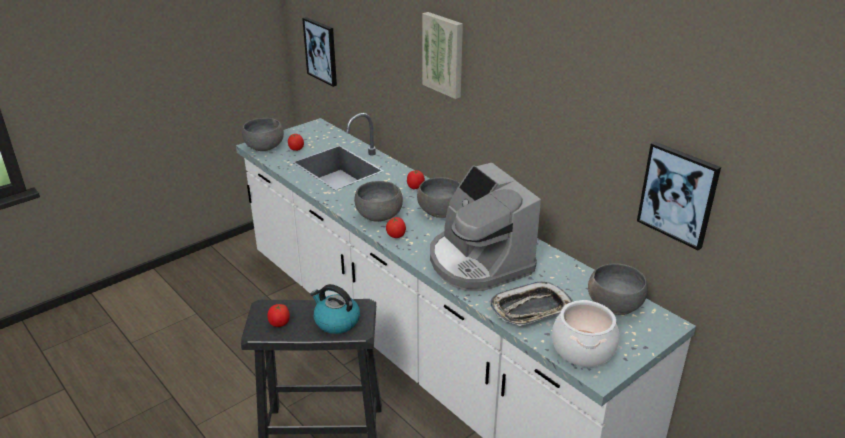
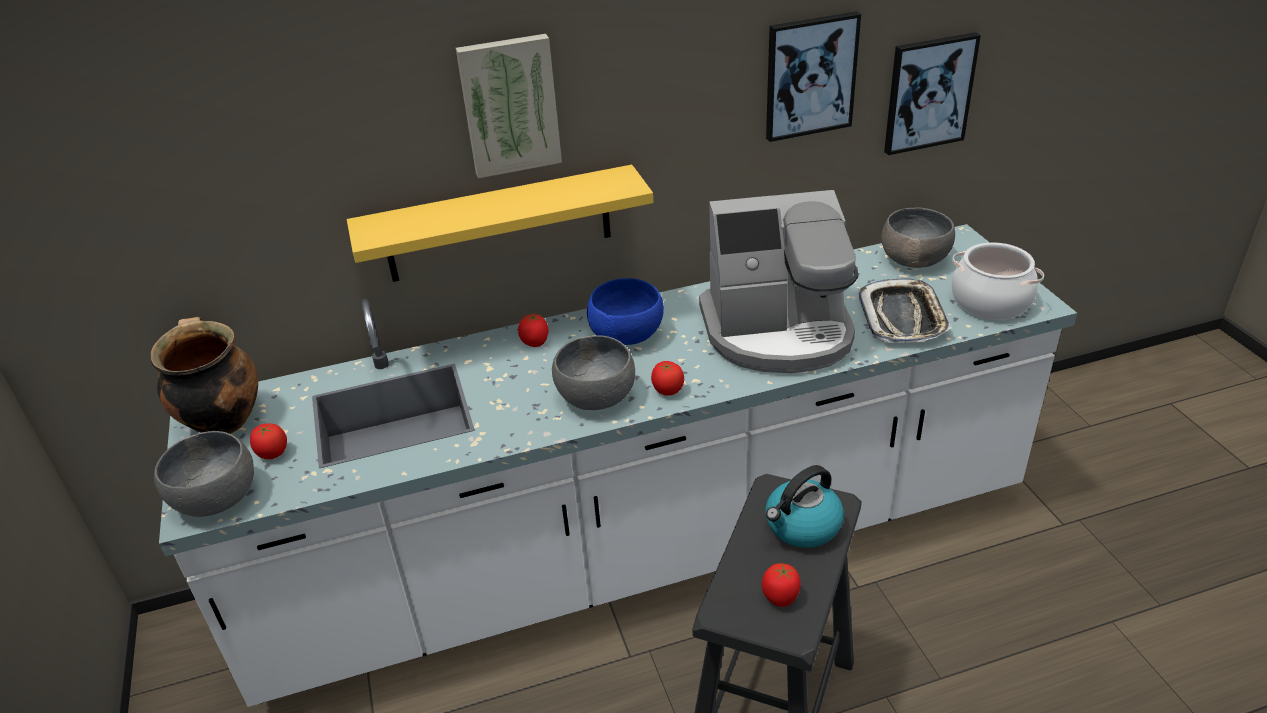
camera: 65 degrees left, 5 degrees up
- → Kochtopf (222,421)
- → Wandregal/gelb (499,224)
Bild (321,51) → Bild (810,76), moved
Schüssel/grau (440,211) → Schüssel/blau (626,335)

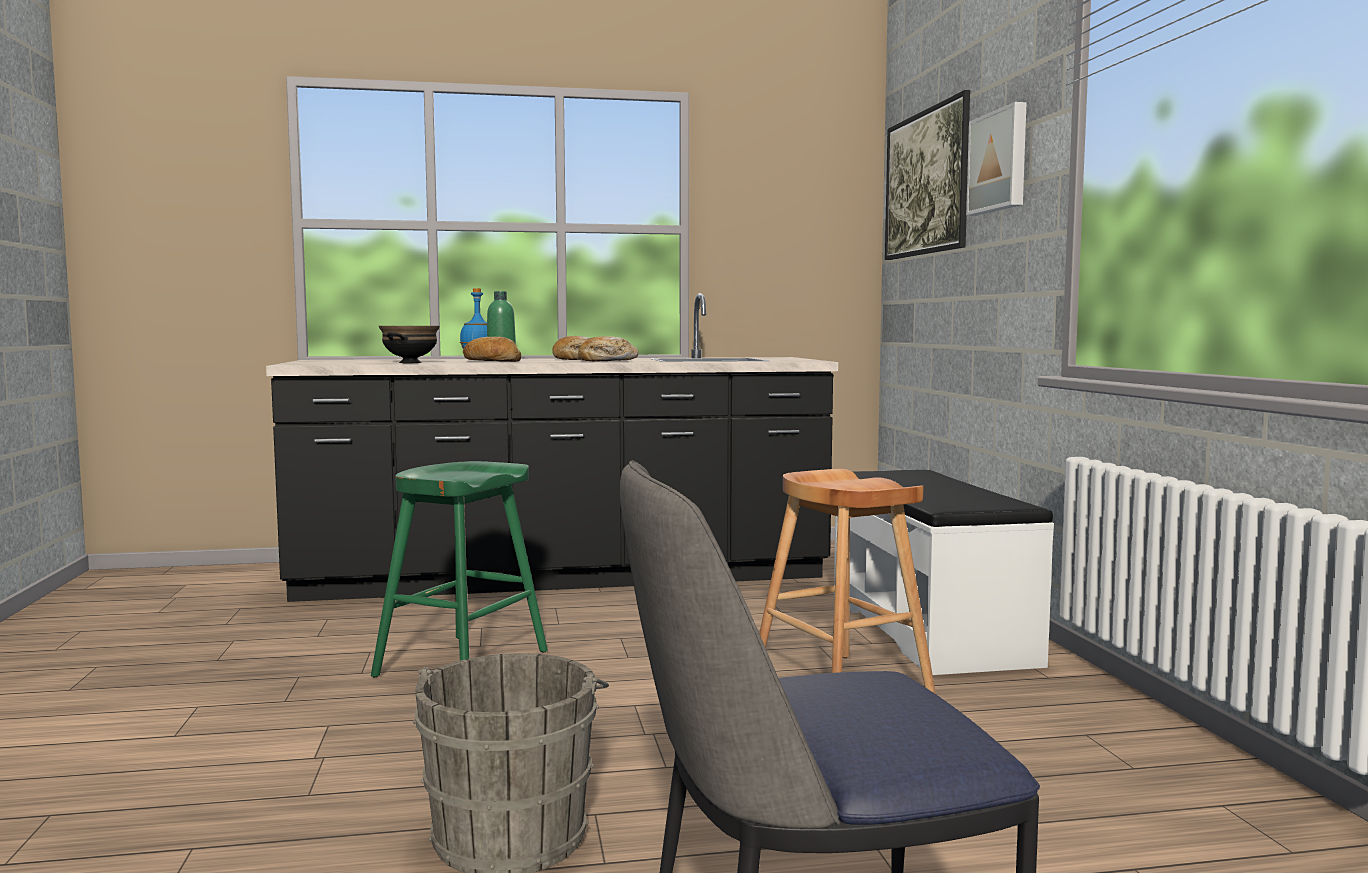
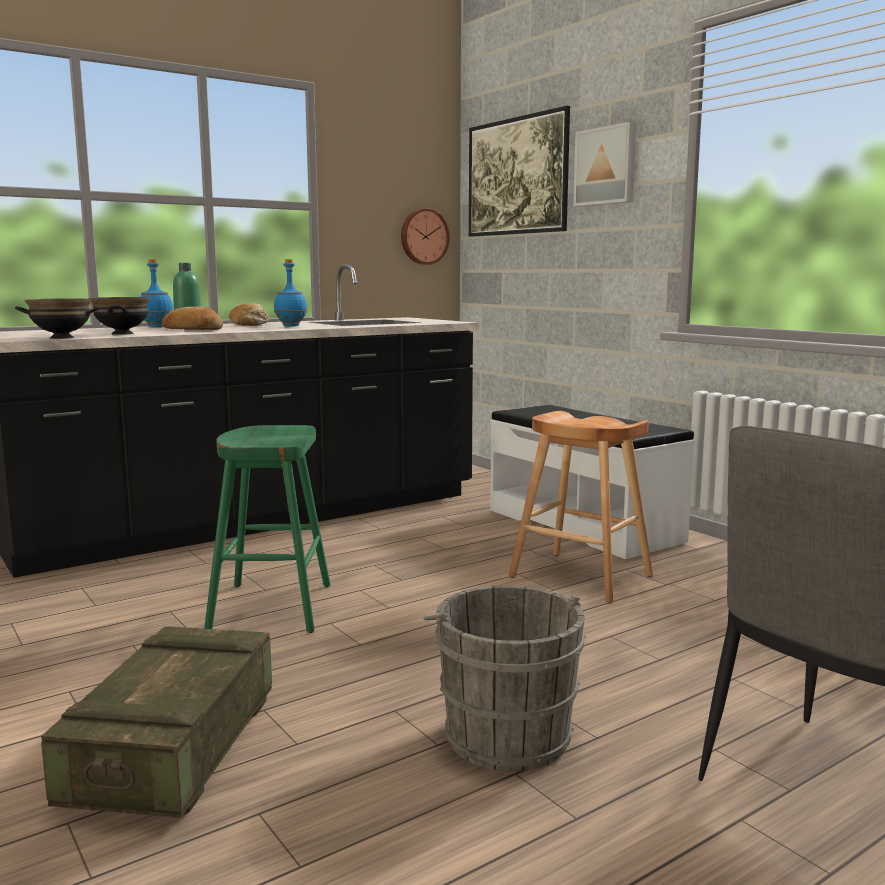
camera: 25 degrees left, 5 degrees up
- → Schüssel/schwarz (61,338)
- → Kiste (174,750)
- → Wanduhr (423,236)
Brot (607,360) → Flasche/blau (291,326)

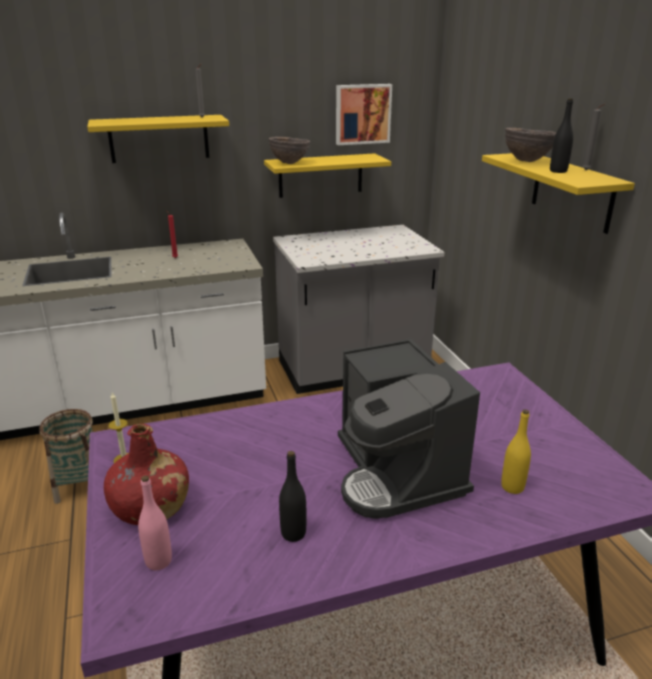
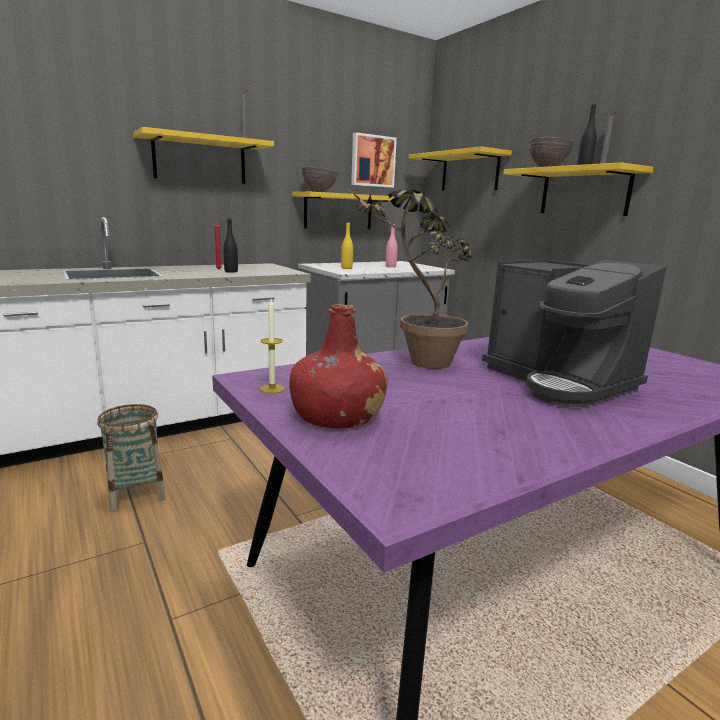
camera: 15 degrees left, 10 degrees down
- → Topfpflanze (416,363)
- → Wandregal/gelb (469,172)
Flasche/rosa (158,561) → Flasche/rosa (390,266), moved
Flasche/schwarz (293,533) → Flasche/schwarz (231,271), moved
Flasche/gelb (512,487) → Flasche/gelb (346,268), moved

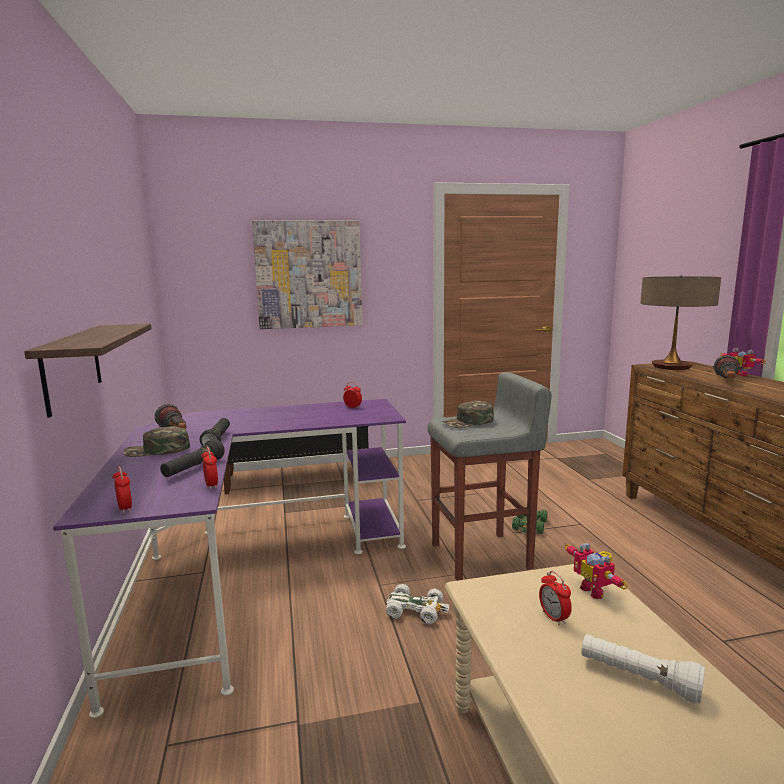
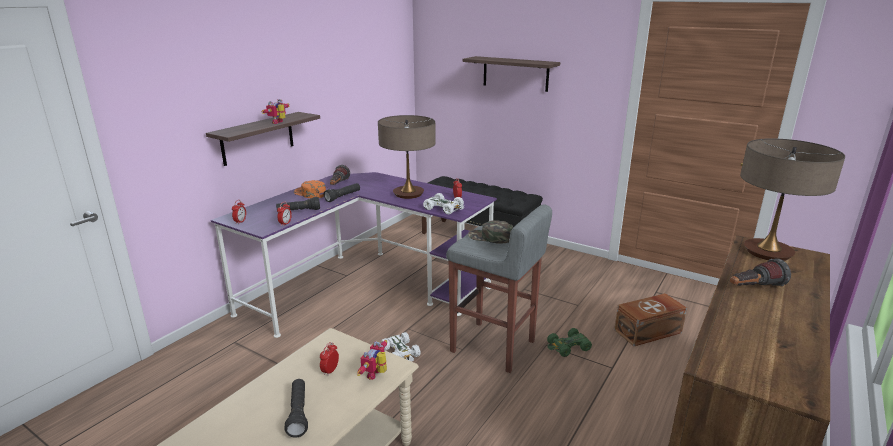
camera: 45 degrees right, 10 degrees up
- → Tischlampe (408,194)
- → Spielzeugauto/weiß (444,208)
- → Aufbewahrungsbox/braun (649,331)
Spielzeugroboter (741,374) → Spielzeugroboter (279,122), moved
Bild (309,274) → Wandregal (515,73)
Kappe/grün (157,450) → Kappe/orange (310,193)
Taschenlampe/weiß (638,679) → Taschenlampe/schwarz (298,413)

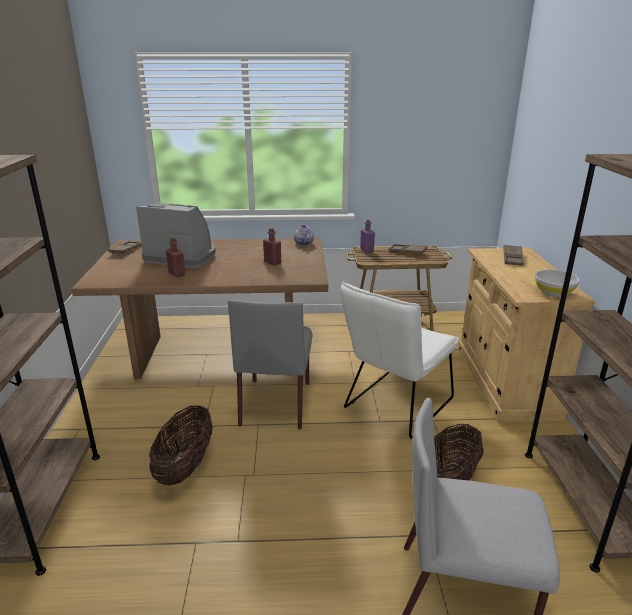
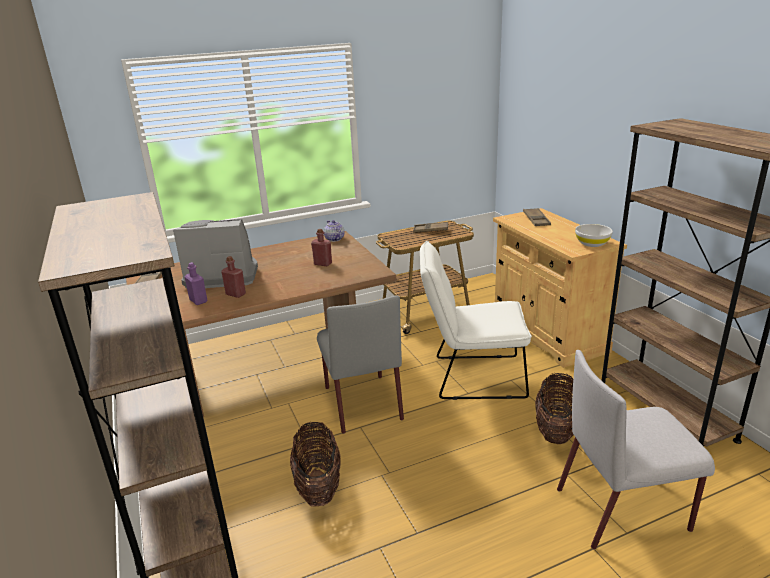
camera: 20 degrees left, 0 degrees up
Flasche/lila (366,250) → Flasche/lila (198,301), moved
Stuhl/weiß (394,406) → Stuhl/weiß (471,377), 75 degrees clockwise

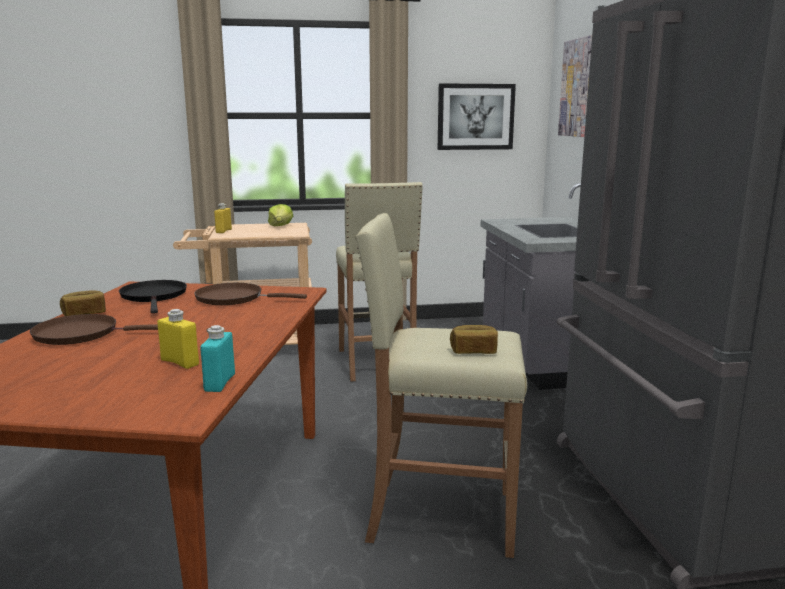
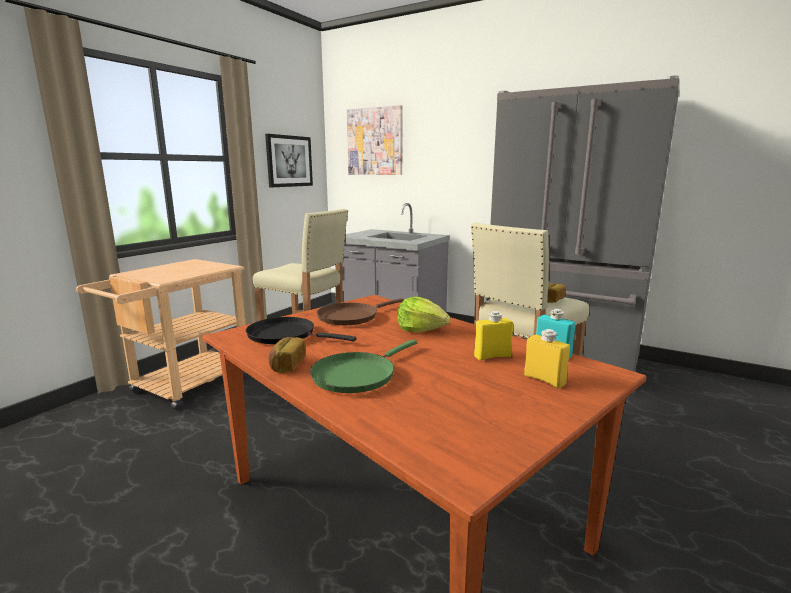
camera: 50 degrees left, 0 degrees up
Flasche/gelb (223,231) → Flasche/gelb (544,380), moved
Salatkopf (280,226) → Salatkopf (421,329), moved
Pfanne/braun (82,334) → Pfanne/grün (357,375)

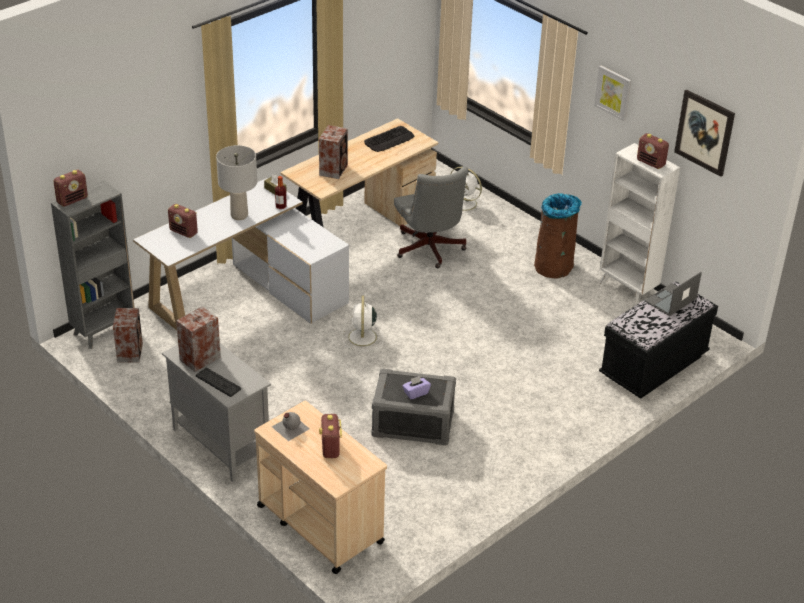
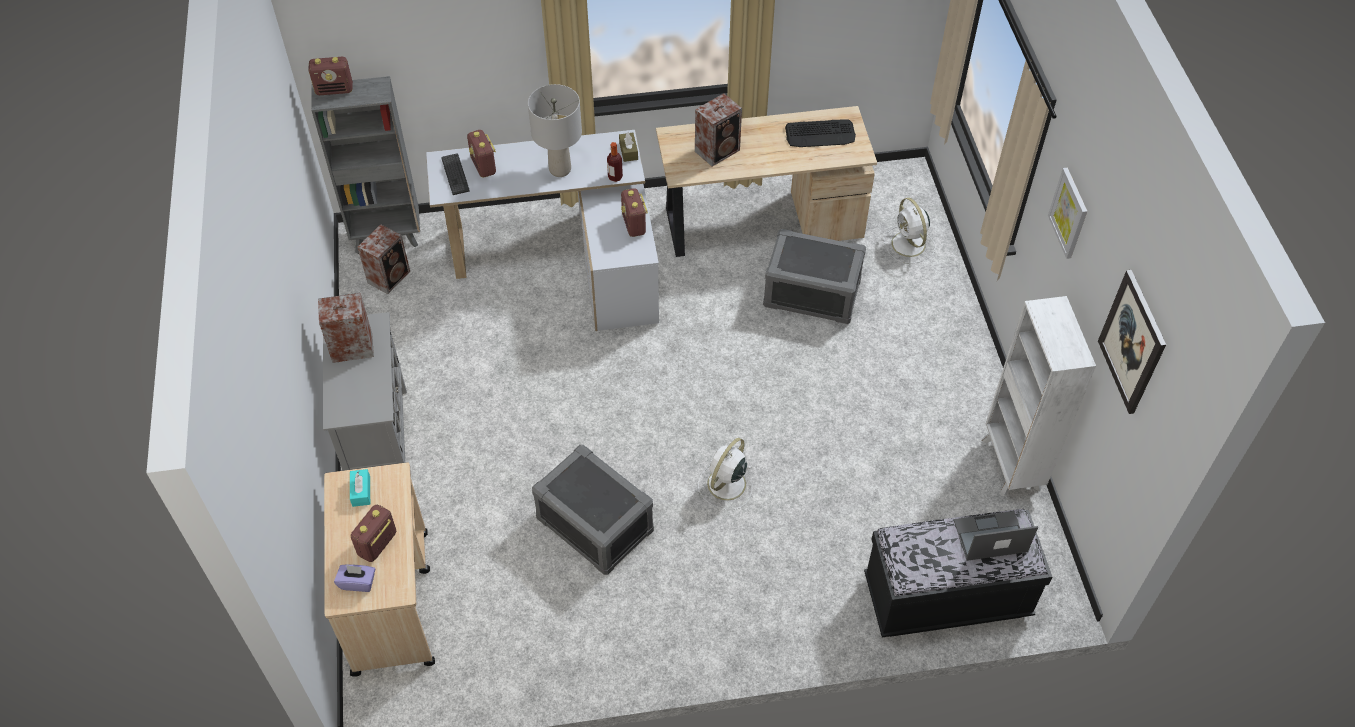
camera: 35 degrees right, 15 degrees up
Mülleimer/braun (554,266) → -
Tastatur (218,382) → Tastatur (455,174), moved
Ventilator/weiß (362,338) → Ventilator/weiß (725,485), moved
Taschentuchbox/lila (416,393) → Taschentuchbox/lila (358,582), moved
Radio (651,163) → Radio (634,225), moved
Flasche/grau (289,427) → Taschentuchbox/türkis (361,491)
Bürostuhl/grau (430,250) → Aufbewahrungsbox/grau (811,293)

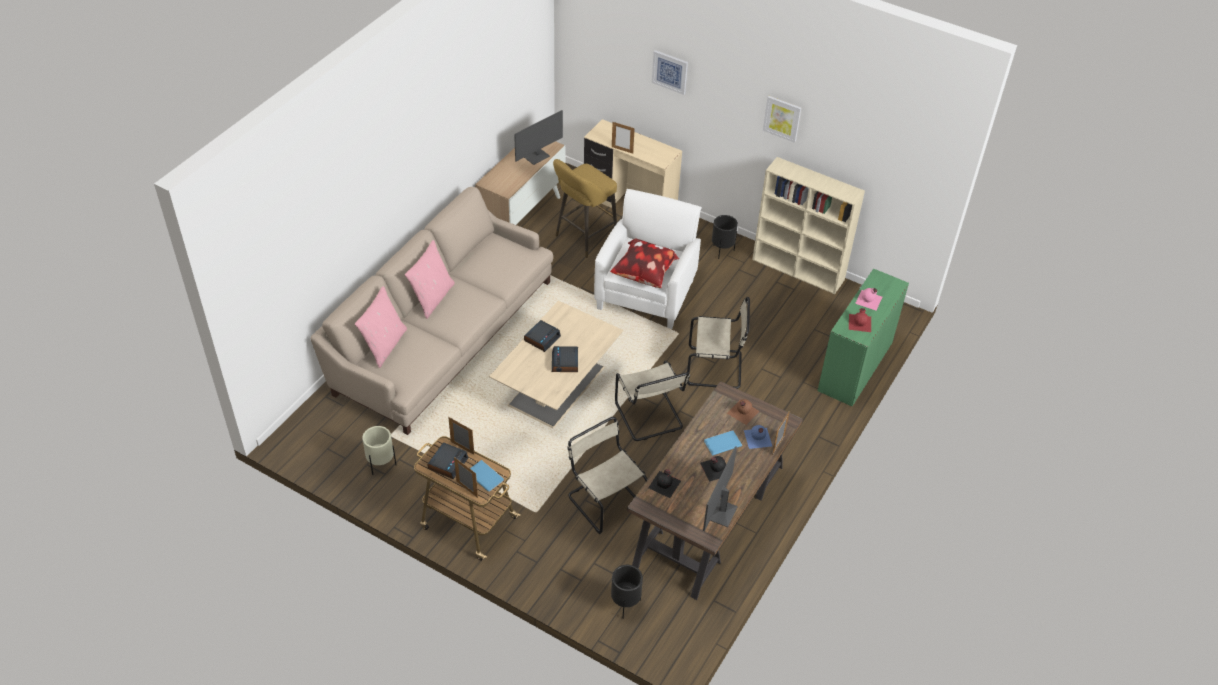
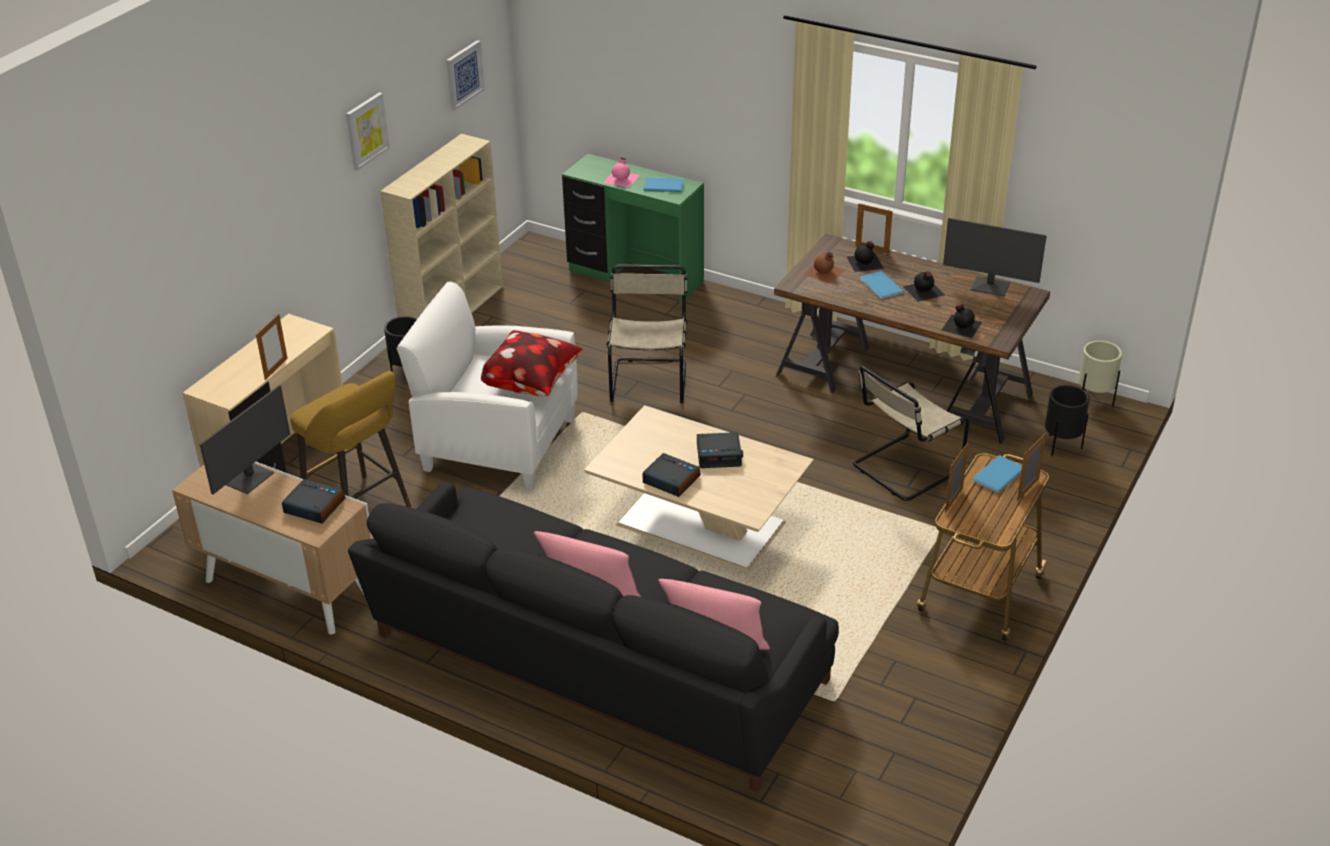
camera: 90 degrees left, 10 degrees down
Stuhl/beige (650,417) → -
Pflanzkübel/beige (381,465) → Pflanzkübel/beige (1093,401), moved
Wecker (448,463) → Wecker (313,506), moved
Bild (670,71) → Bild (464,75), moved
Flasche/rot (860,322) → Buch/blau (662,185)
Sofa/beige (442,335) → Sofa/schwarz (596,662)
Flasche/blau (757,438) → Flasche/schwarz (865,262)
Monitor (537,156) → Monitor (250,478), 75 degrees clockwise

